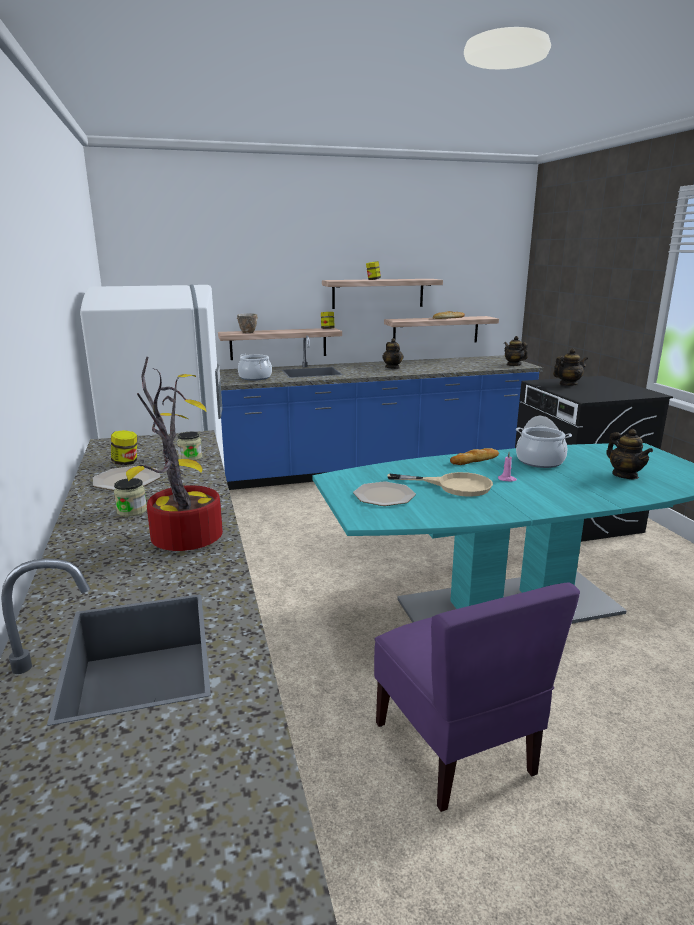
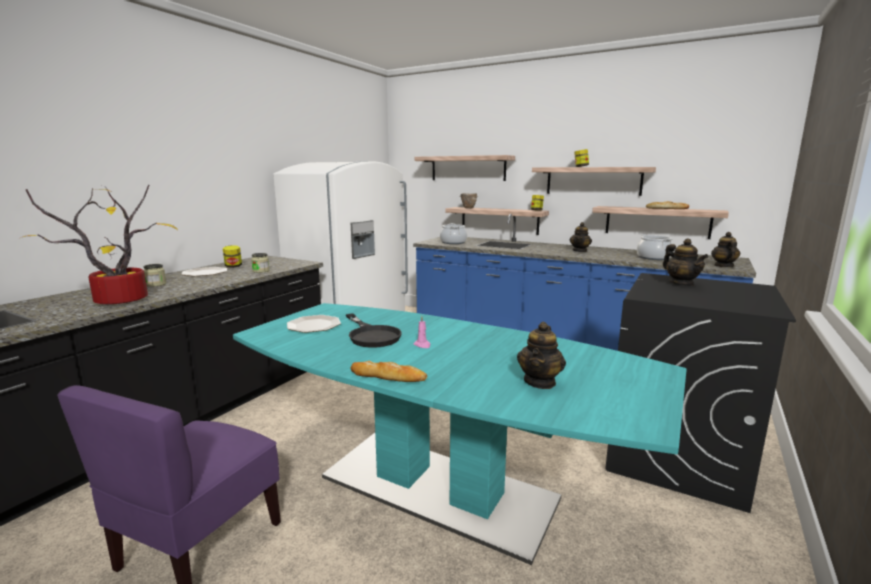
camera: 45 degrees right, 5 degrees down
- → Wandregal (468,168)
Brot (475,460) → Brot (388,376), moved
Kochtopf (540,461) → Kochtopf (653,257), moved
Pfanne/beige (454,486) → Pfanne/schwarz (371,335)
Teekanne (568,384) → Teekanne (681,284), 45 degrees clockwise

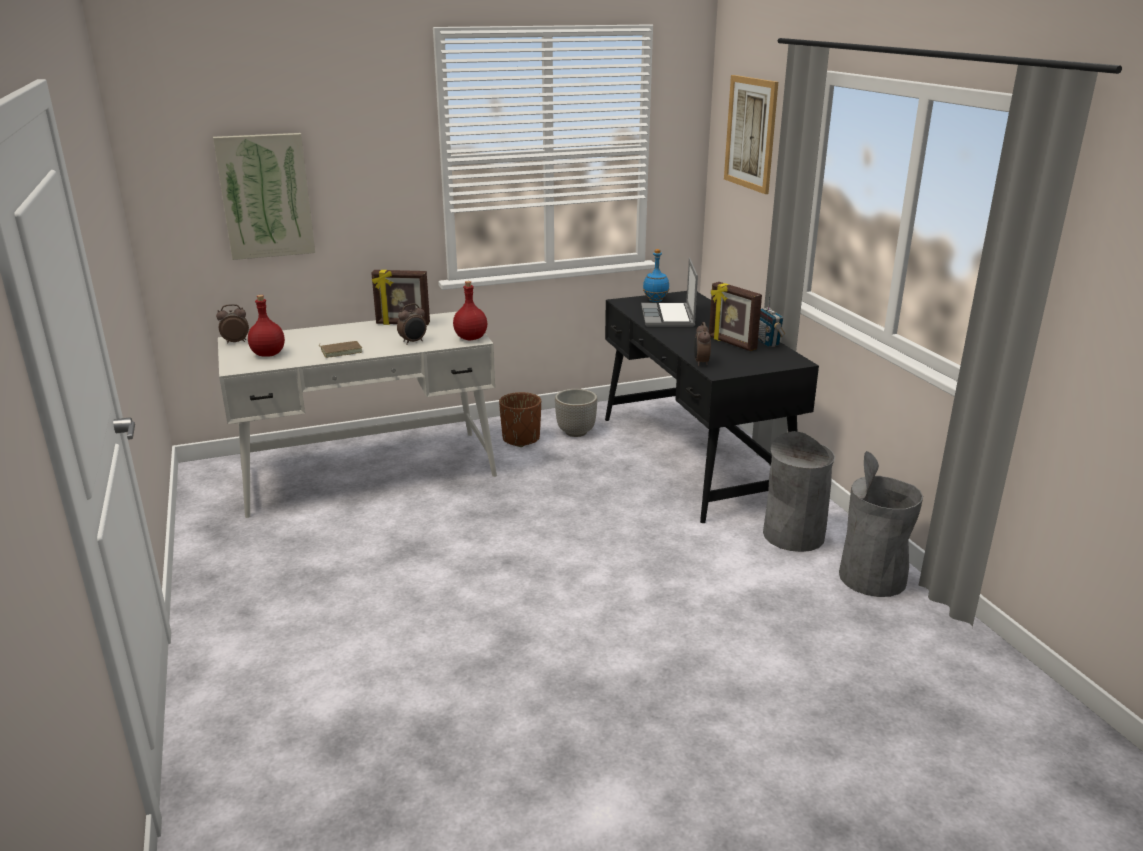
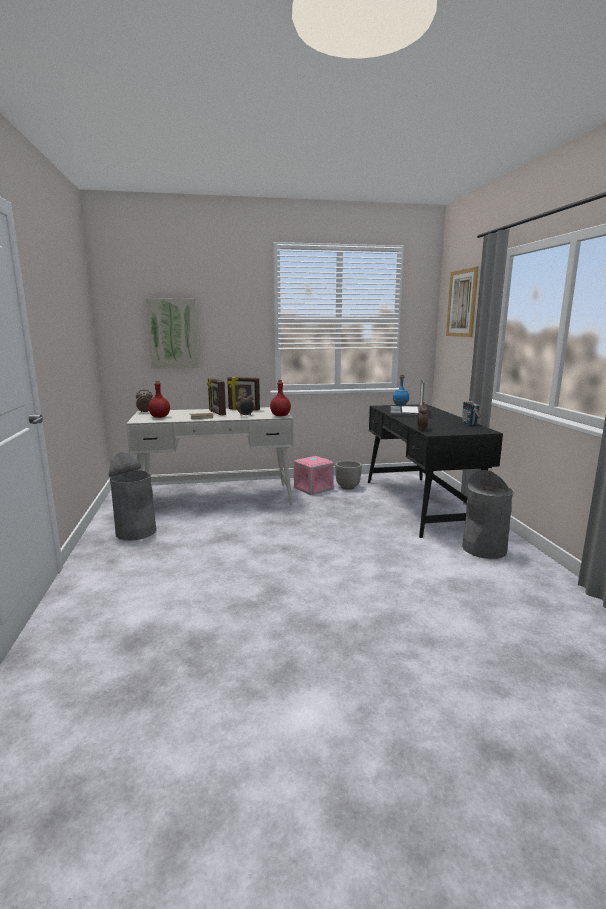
camera: 10 degrees right, 10 degrees down
Bilderrahmen (731,343) → Bilderrahmen (216,413), moved
Mülleimer/grau (872,578) → Mülleimer/grau (136,532), moved
Pflanzkübel/braun (521,439) → Aufbewahrungsbox/rosa (313,488)

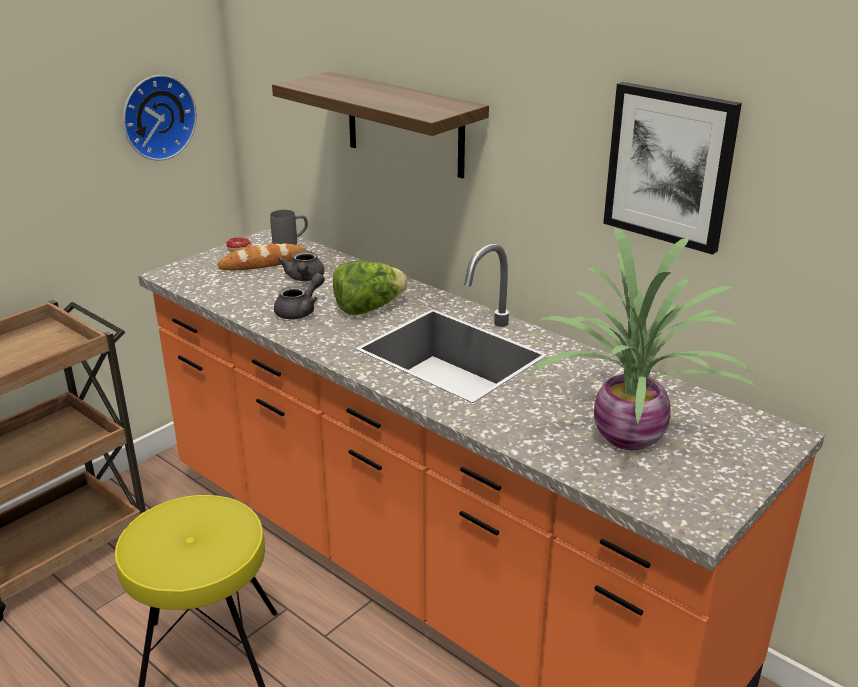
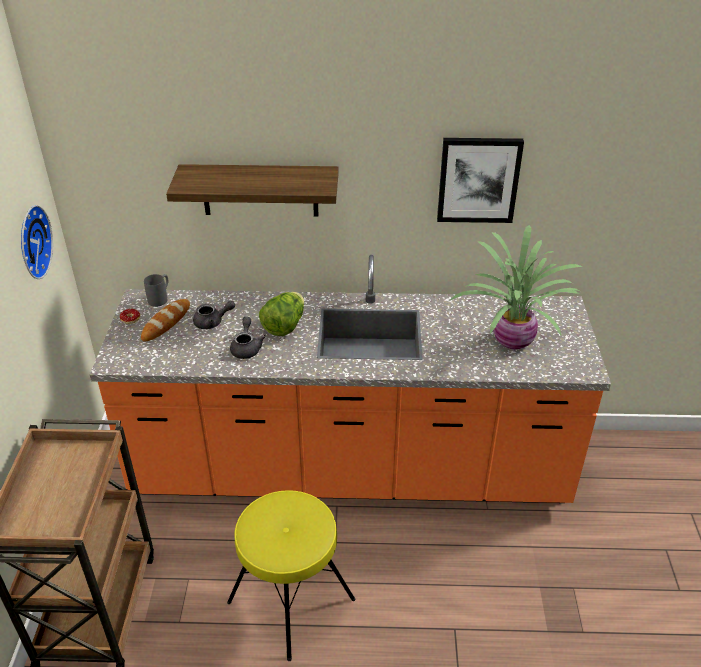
camera: 40 degrees left, 10 degrees up
Teekanne/grau (304,278) → Teekanne/grau (212,322), 60 degrees counterclockwise

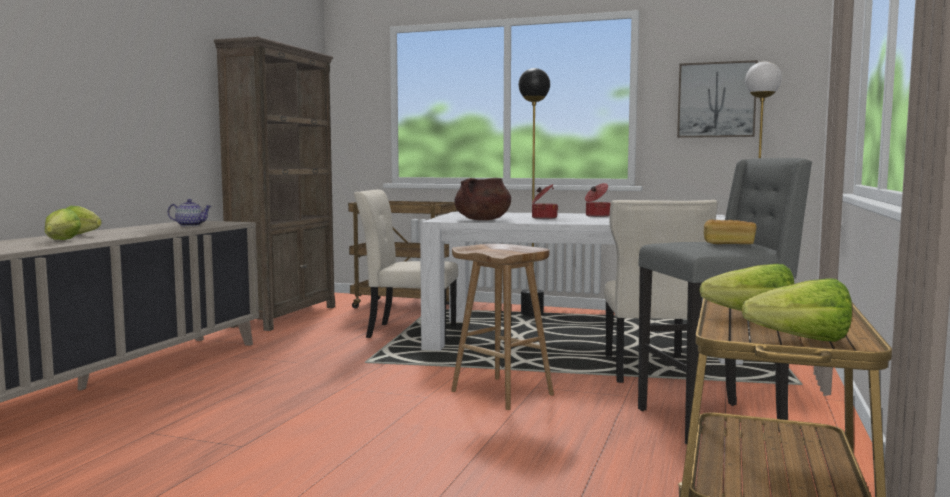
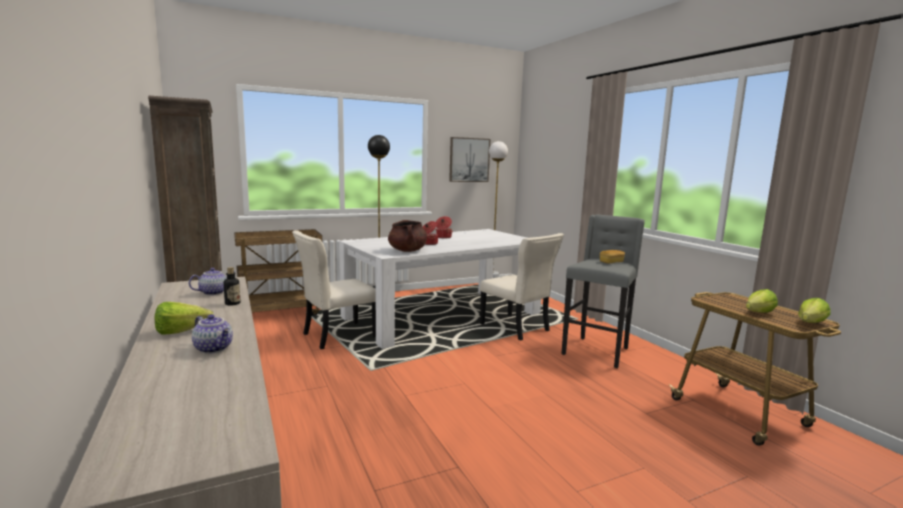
camera: 45 degrees left, 5 degrees up
Hocker/braun (503,393) → -
- → Flasche (232,303)
Salatkopf (58,241) → Teekanne (214,348)

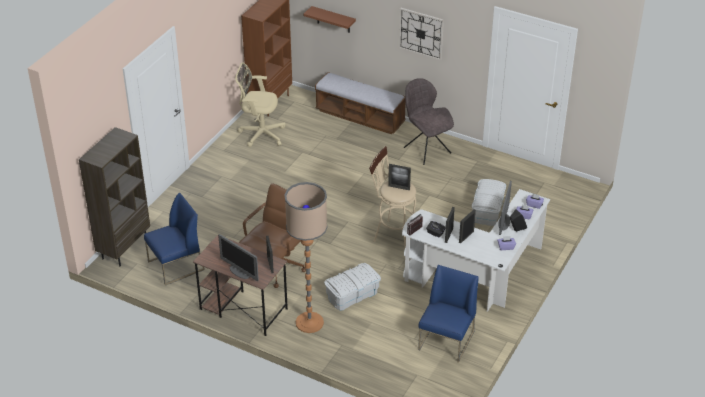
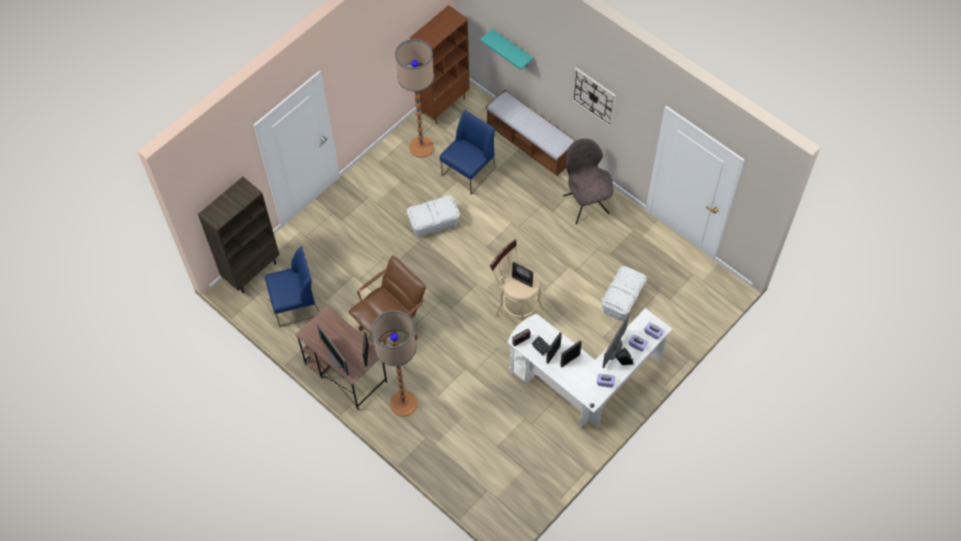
camera: 15 degrees right, 20 degrees up
Aufbewahrungsbox/weiß (352,295) → Aufbewahrungsbox/weiß (434,222), moved
Stuhl/blau (446,341) → Stuhl/blau (468,172), moved
Bürostuhl/beige (260,134) → Stehlampe (421,147)
Wandregal/braun (333,20) → Wandregal/türkis (512,49)

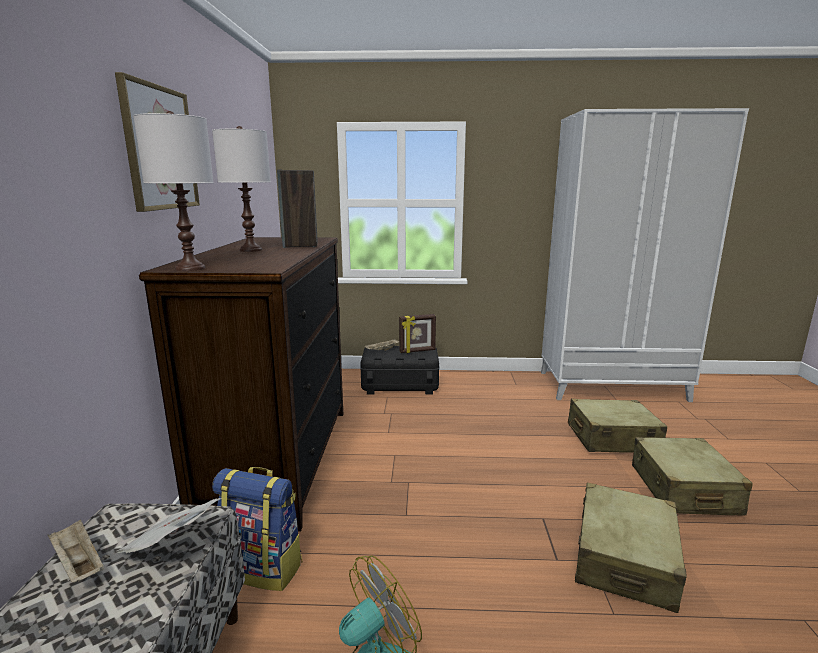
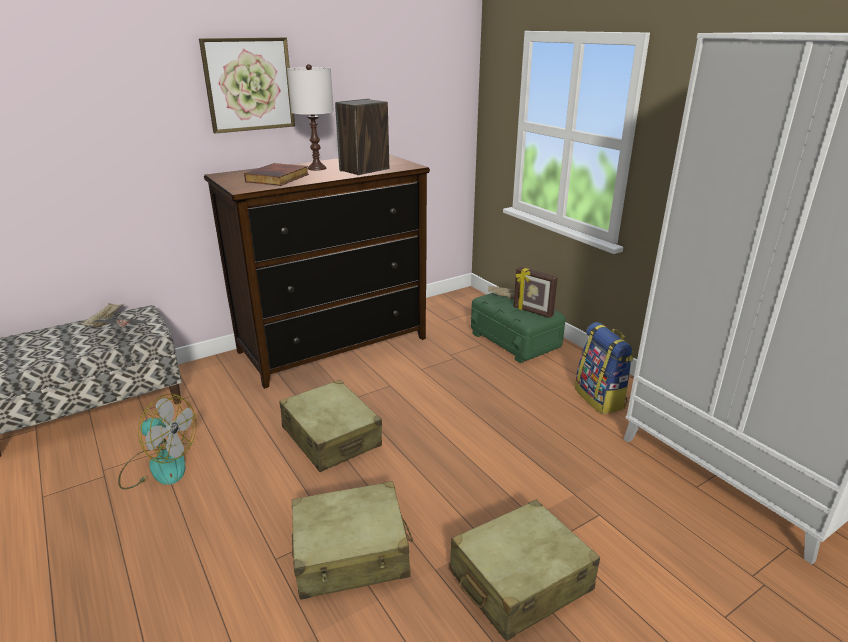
camera: 55 degrees right, 10 degrees up
Tischlampe/weiß (190,268) → -
- → Buch (278,178)
Rucksack (263,568) → Rucksack (600,398), moved
Koffer/beige (611,438) → Koffer/beige (331,437), moved
Aufbewahrungsbox/schwarz (400,384) → Aufbewahrungsbox/grün (515,340)

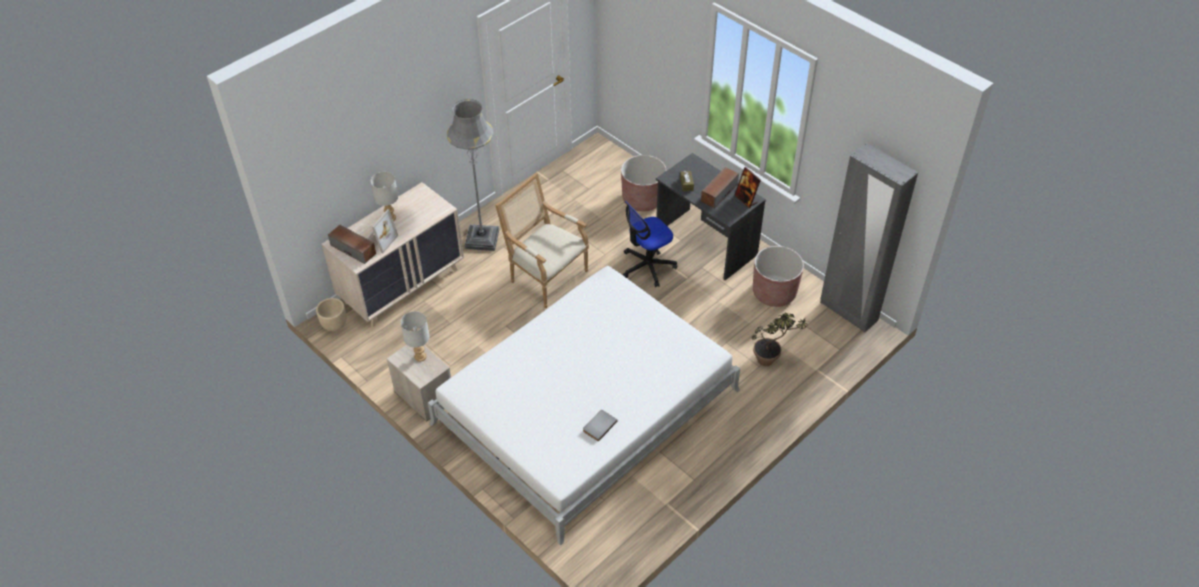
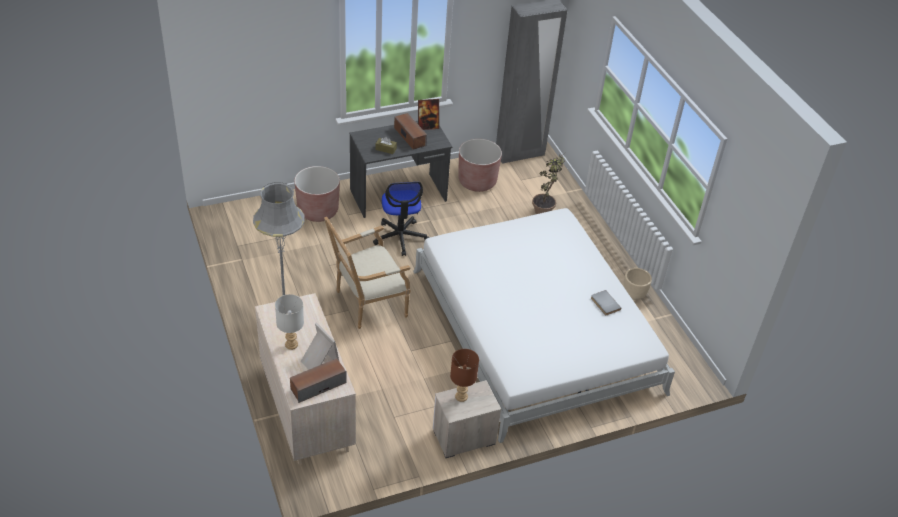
camera: 70 degrees left, 5 degrees down
Pflanzkübel/beige (334,325) → Pflanzkübel/beige (634,295), moved
Tischlampe/grau (420,356) → Tischlampe/braun (461,396)

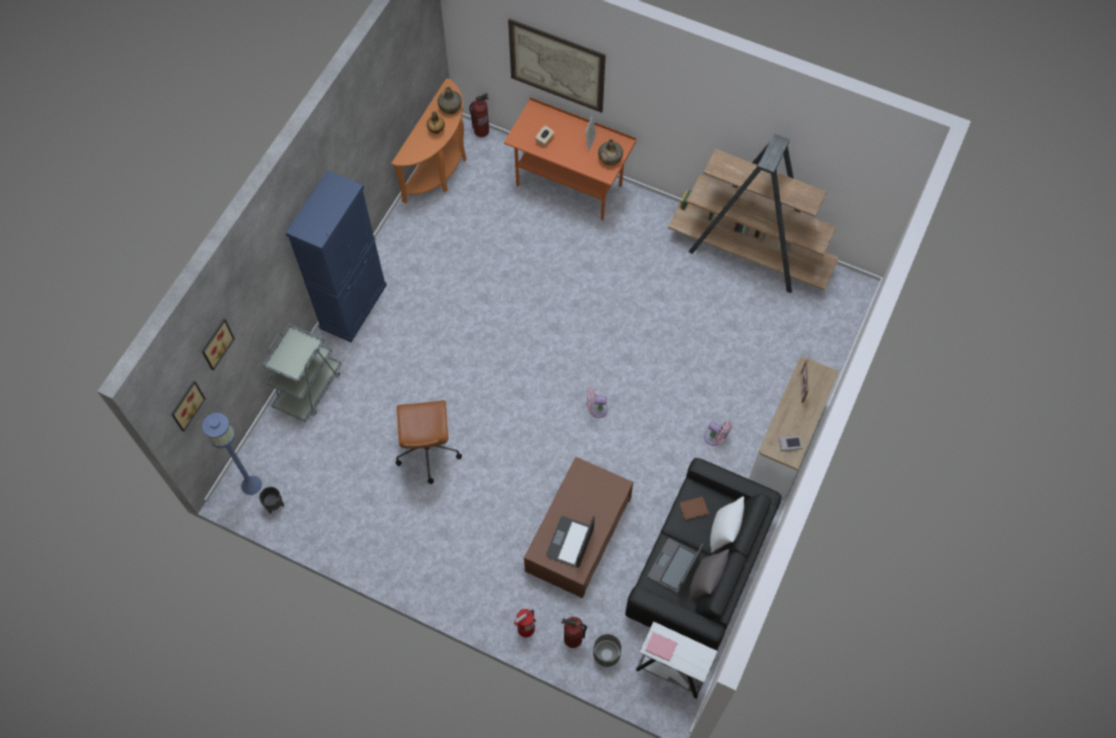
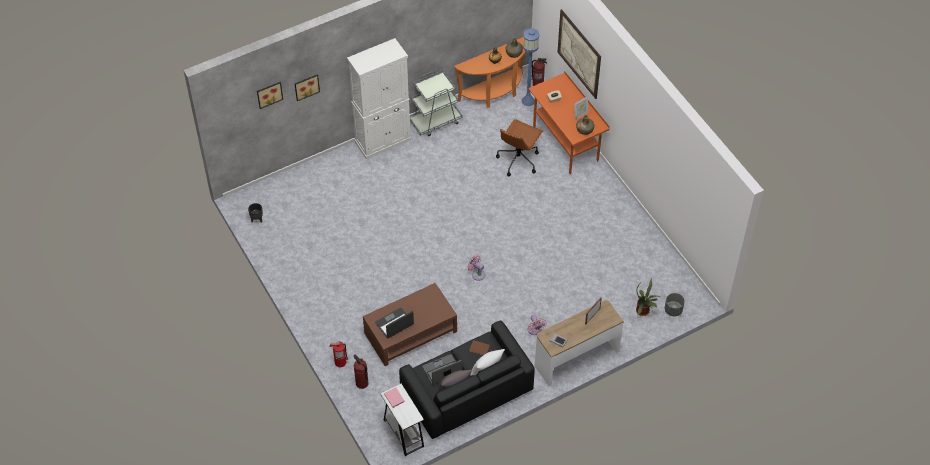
camera: 35 degrees right, 10 degrees down
Bücherregal/braun (750,254) → -
- → Topfpflanze (644,311)
Bild (186,405) → Bild (306,86), moved
Stehlampe/blau (251,484) → Stehlampe/blau (528,101), moved
Rollwagen/grau (308,388) → Rollwagen/grau (435,121), moved
Bürostuhl/braun (427,451) → Bürostuhl/braun (518,160), moved
Pflanzkübel/grau (607,654) → Pflanzkübel/grau (673,310), moved
Schrank/blau (353,306) → Schrank/weiß (383,141)

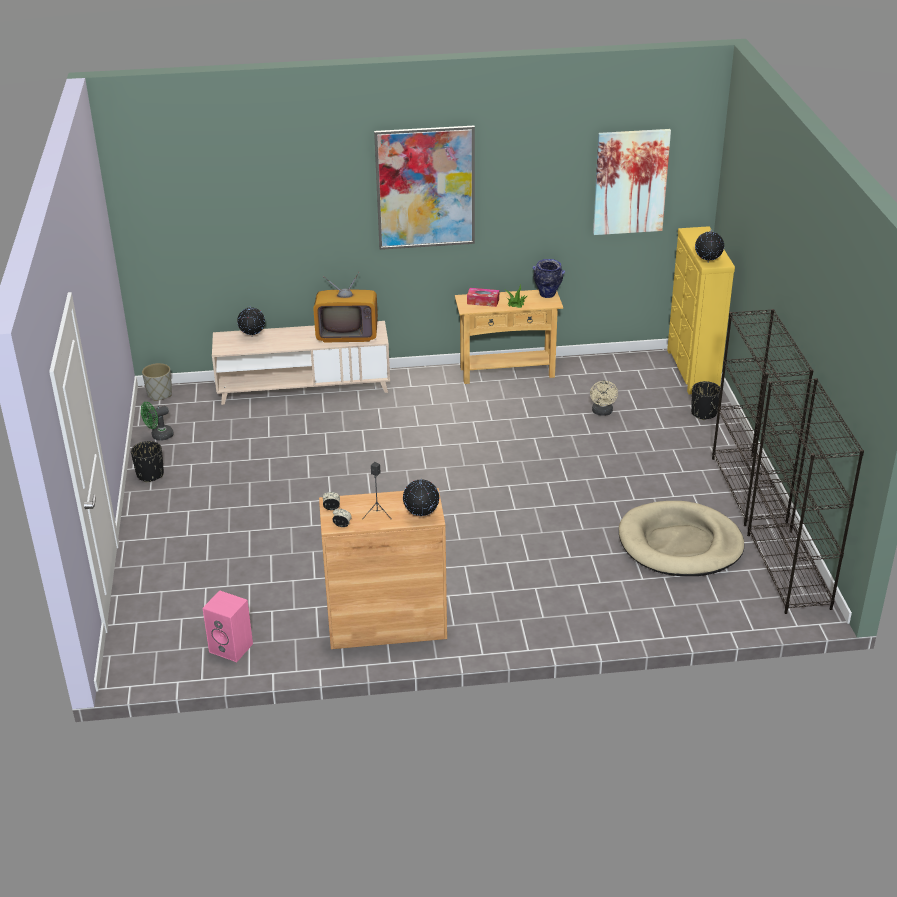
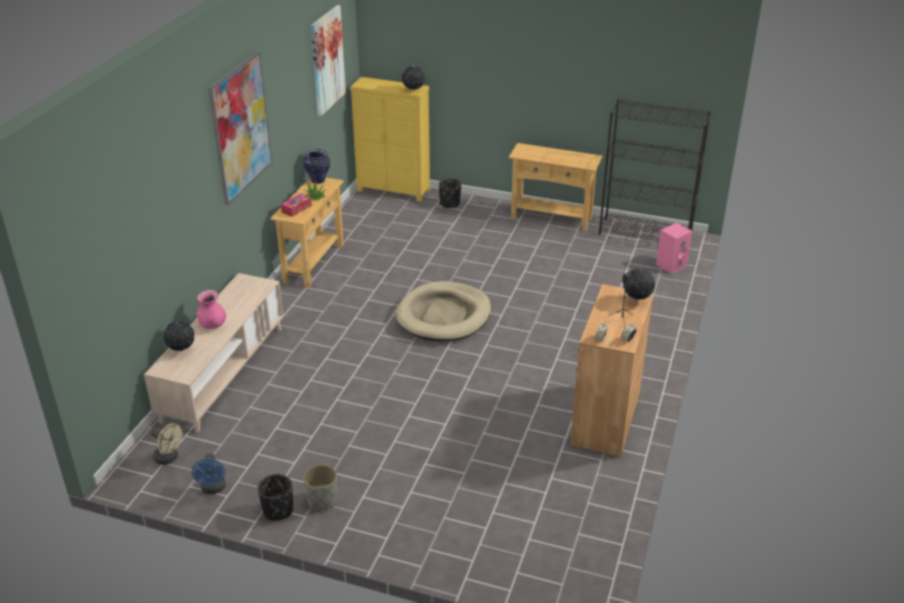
camera: 65 degrees left, 0 degrees up
Fernseher (347,333) → -
- → Vase/rosa (212,325)
Pflanzkübel/grau (159,394) → Pflanzkübel/grau (322,501), moved
Lautsprecher/rosa (232,647) → Lautsprecher/rosa (671,265), moved
Ventilator/beige (602,412) → Ventilator/beige (169,458), moved
Hundebett/beige (680,544) → Hundebett/beige (444,315), moved
Bücherregal/schwarz (749,490) → Konsolentisch/beige (551,218)
Ventilator/grün (159,436) → Ventilator/blau (213,489)

